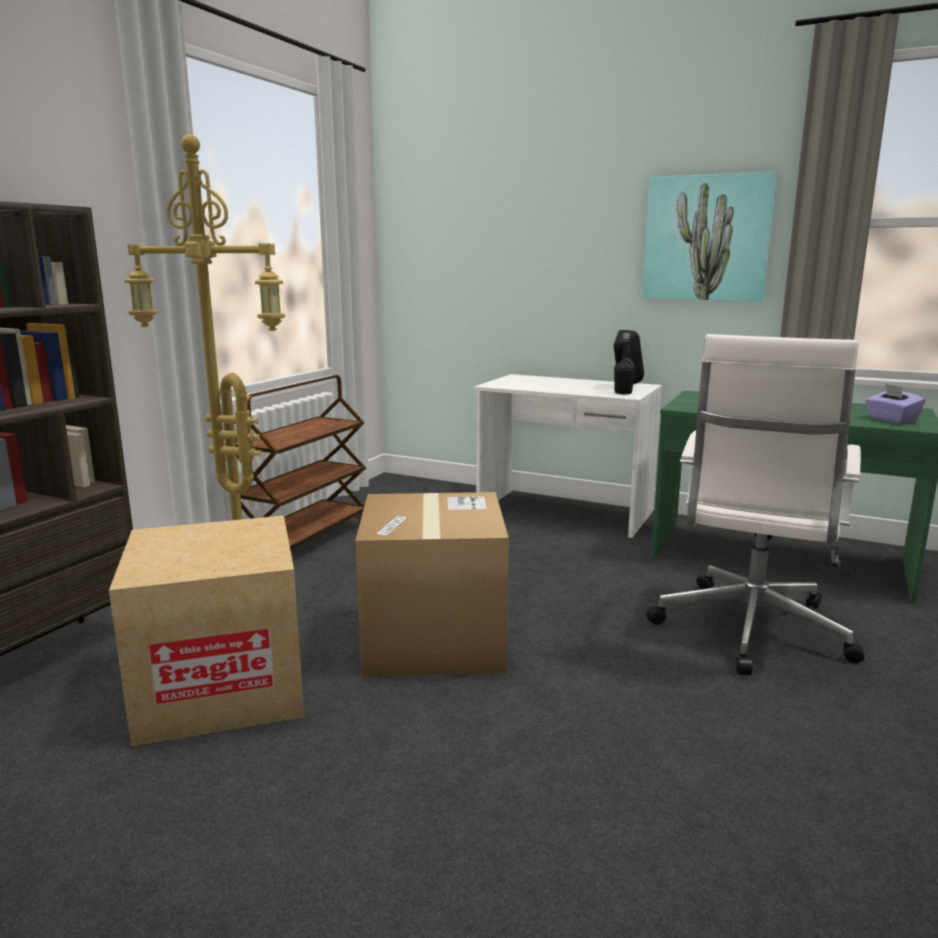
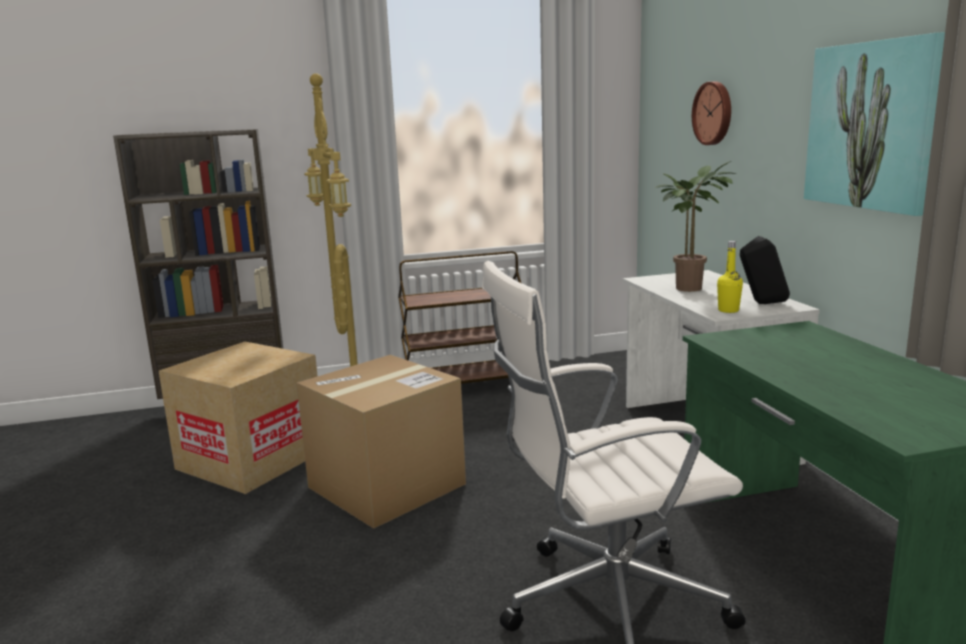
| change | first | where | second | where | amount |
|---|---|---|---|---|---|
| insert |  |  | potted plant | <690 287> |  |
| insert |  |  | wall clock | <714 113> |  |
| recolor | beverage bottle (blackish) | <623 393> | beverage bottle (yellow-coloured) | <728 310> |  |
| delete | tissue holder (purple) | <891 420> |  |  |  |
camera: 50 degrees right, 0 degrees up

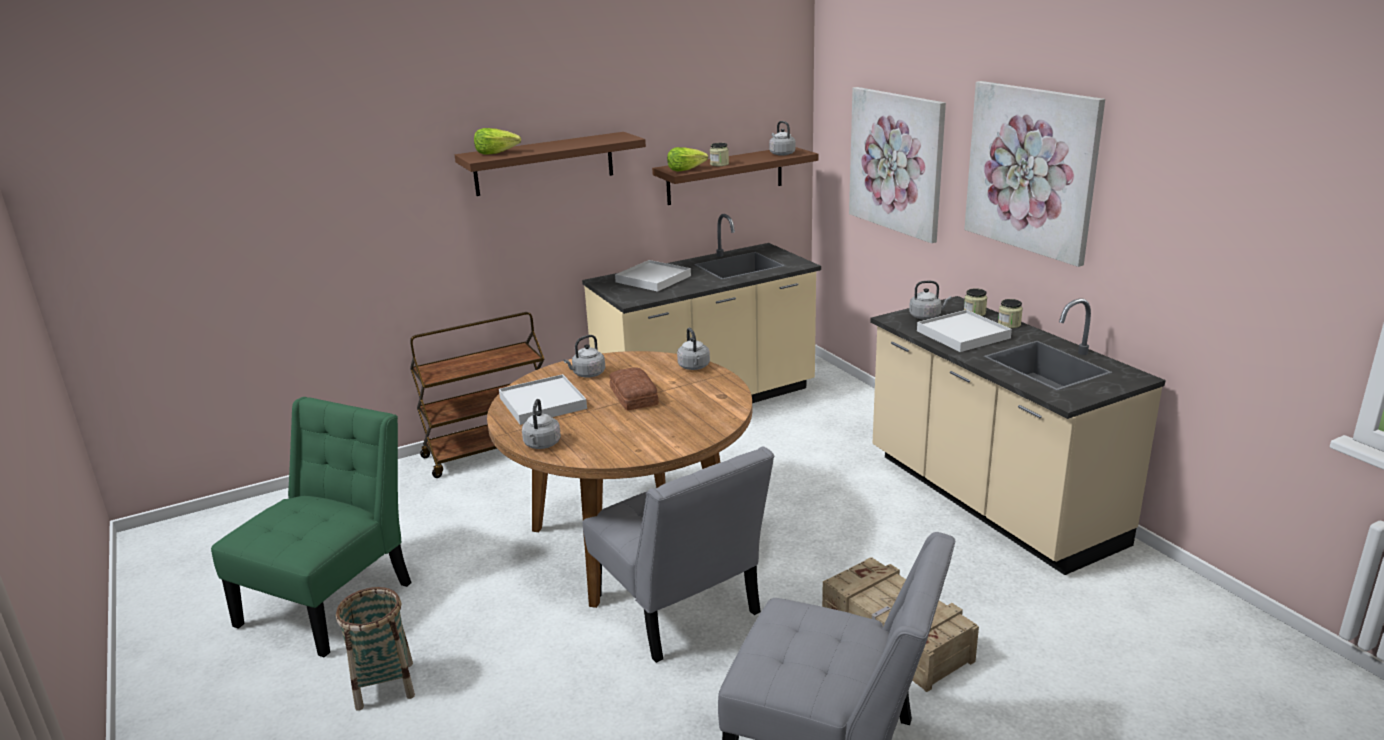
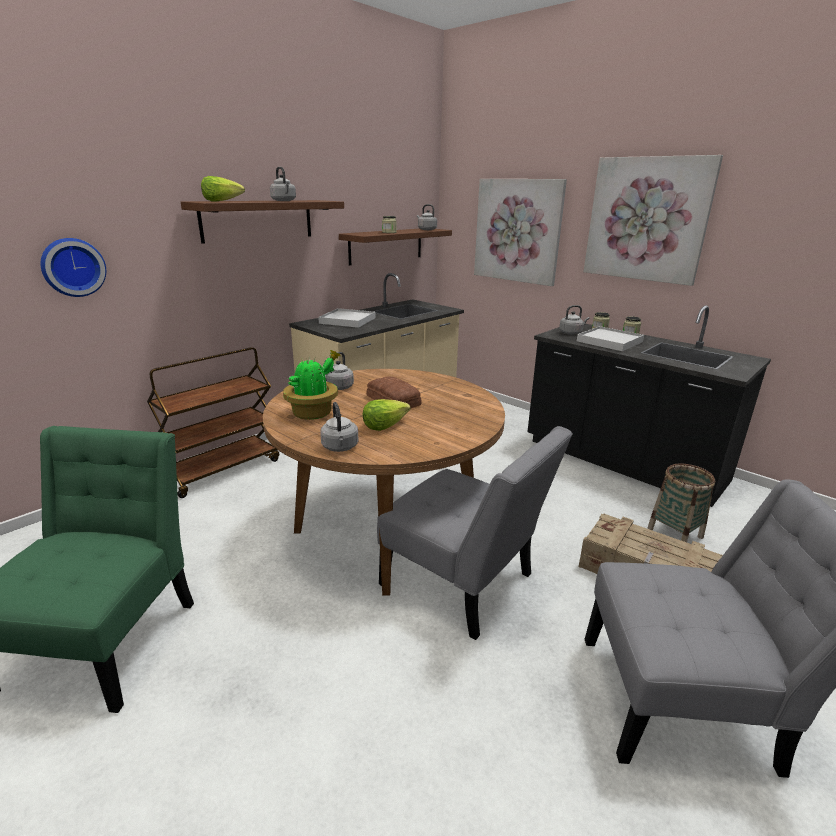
| change | first | where | second | where | amount |
|---|---|---|---|---|---|
| insert |  |  | wall clock | <72 267> |  |
| move | kettle (grey) | <694 367> |  | <284 201> |  |
| replace | tray (white-coloured) | <543 403> | potted plant | <314 413> |  |
| move | lettuce head | <685 170> |  | <384 425> |  |
| recolor | kitchen base unit (beige) | <989 501> | kitchen base unit (blackish) | <622 462> |  |
| move | household basket | <384 685> |  | <674 534> |  |
camera: 20 degrees left, 0 degrees up

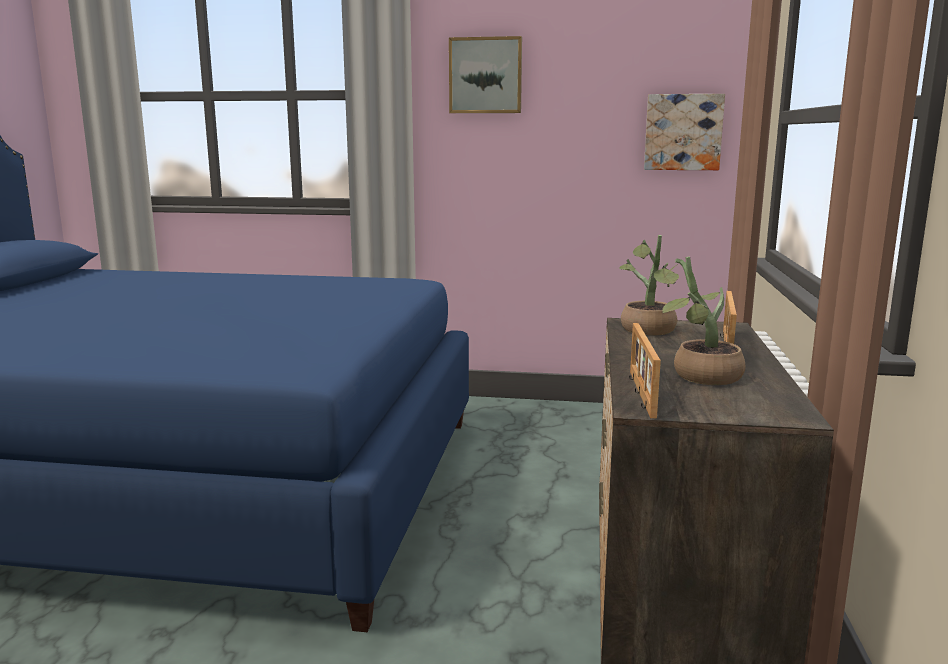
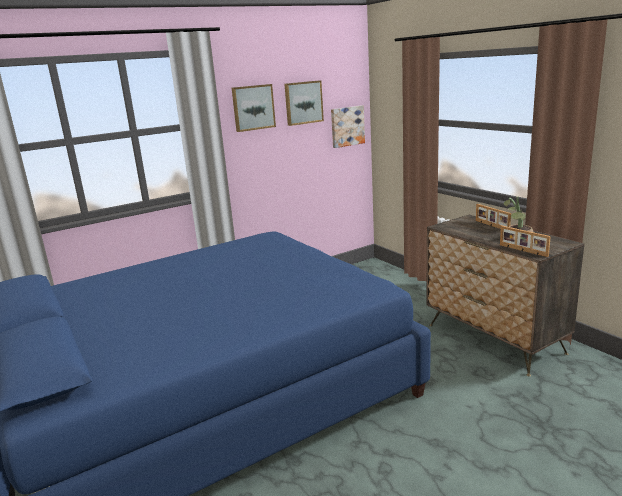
| change | first | where | second | where | amount |
|---|---|---|---|---|---|
| insert |  |  | wall picture | <303 102> |  |
| delete | potted plant | <648 331> |  |  |  |
camera: 40 degrees left, 5 degrees up

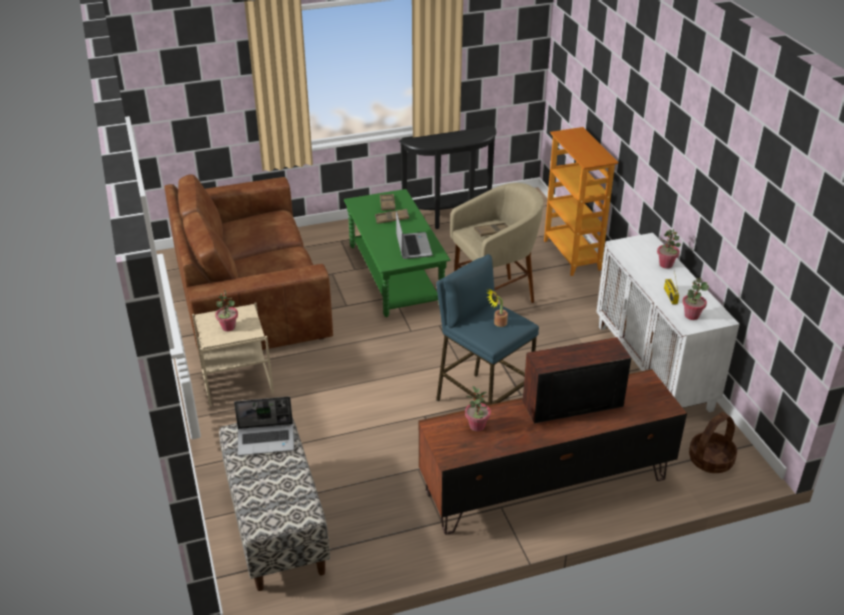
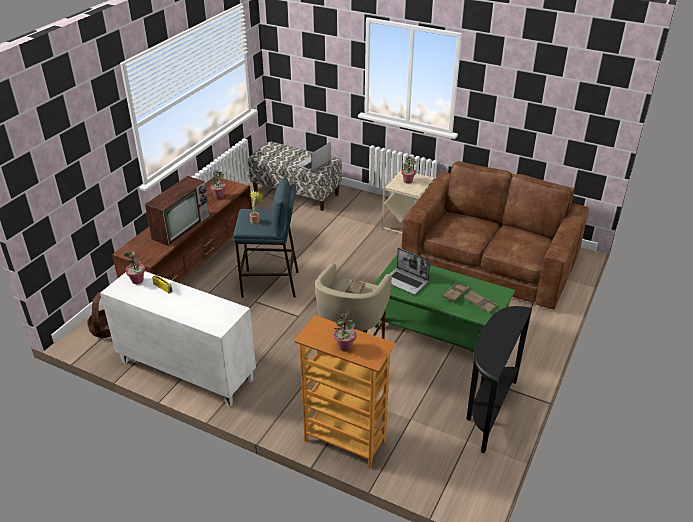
| change | first | where | second | where | amount |
|---|---|---|---|---|---|
| move | potted plant | <666 265> |  | <344 347> |  |
camera: 135 degrees right, 0 degrees up

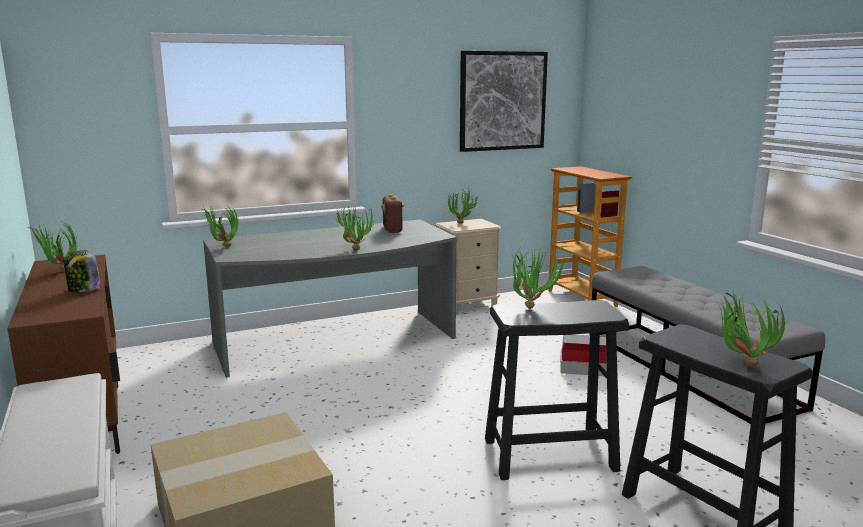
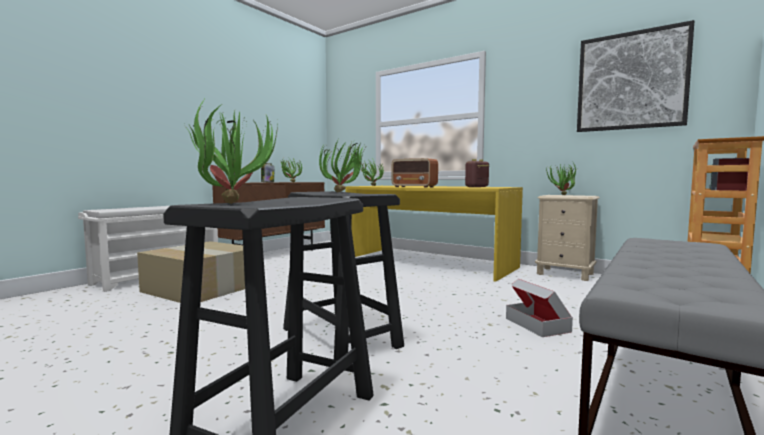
| change | first | where | second | where | amount |
|---|---|---|---|---|---|
| recolor | desk (grey) | <337 343> | desk (yellow-coloured) | <425 263> |  |
| replace | potted plant | <355 248> | radio set | <414 187> |  |
camera: 60 degrees right, 10 degrees down

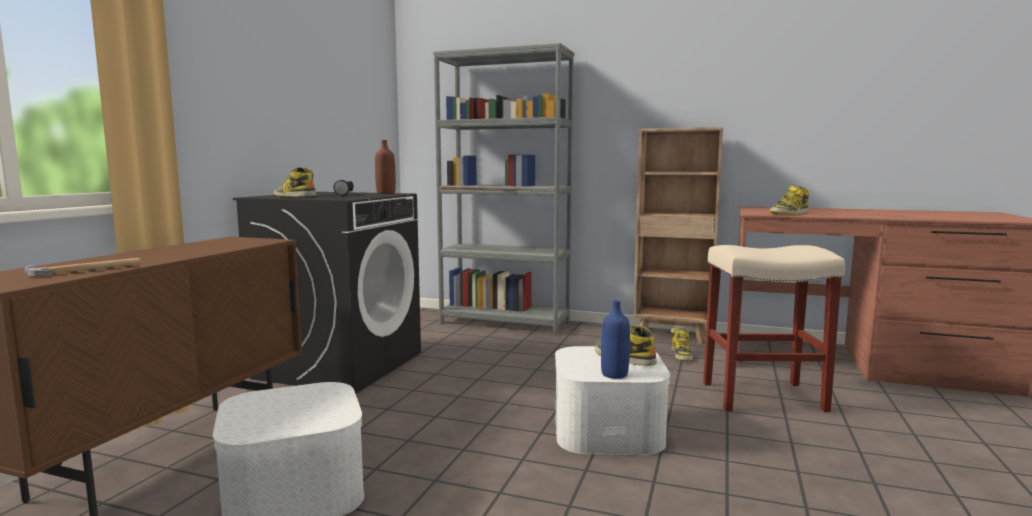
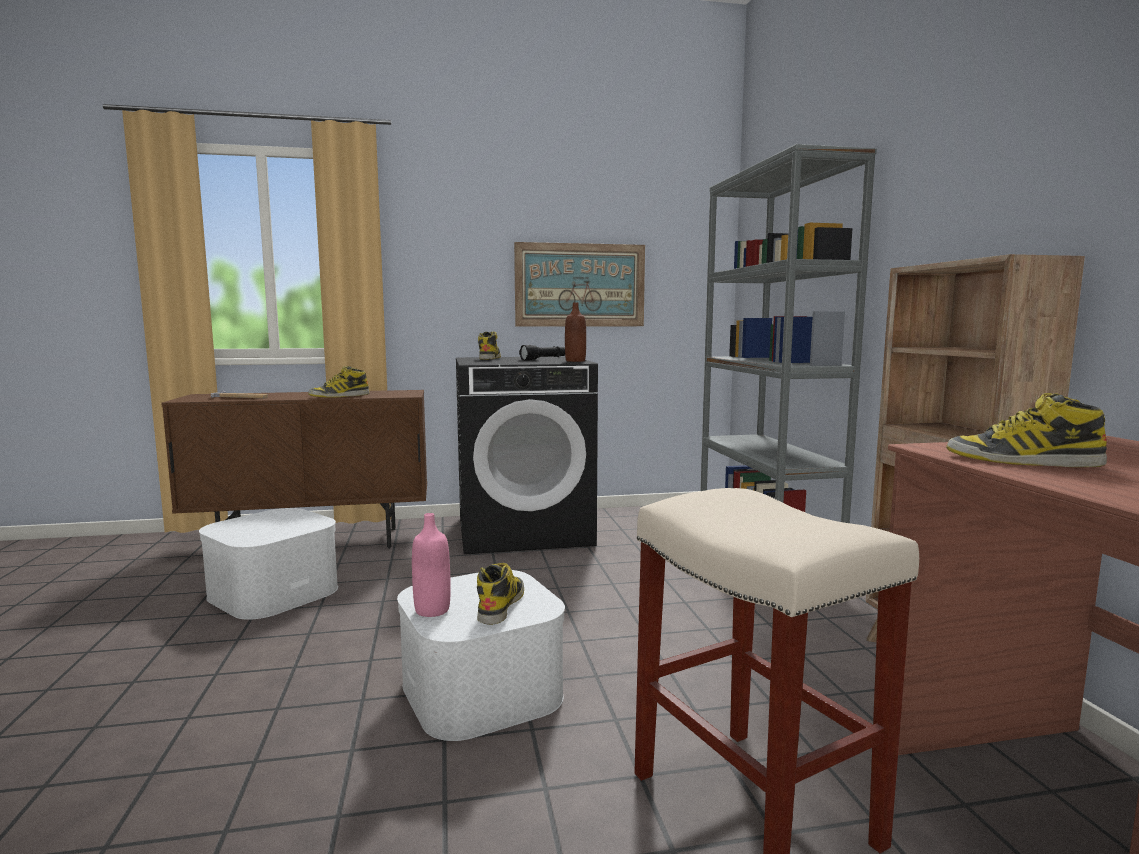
| change | first | where | second | where | amount |
|---|---|---|---|---|---|
| move | boot | <681 355> |  | <339 396> |  |
| recolor | beverage bottle (bluish) | <614 374> | beverage bottle (pinkish) | <432 610> |  |
| insert |  |  | wall picture | <580 285> |  |
camera: 60 degrees right, 0 degrees up

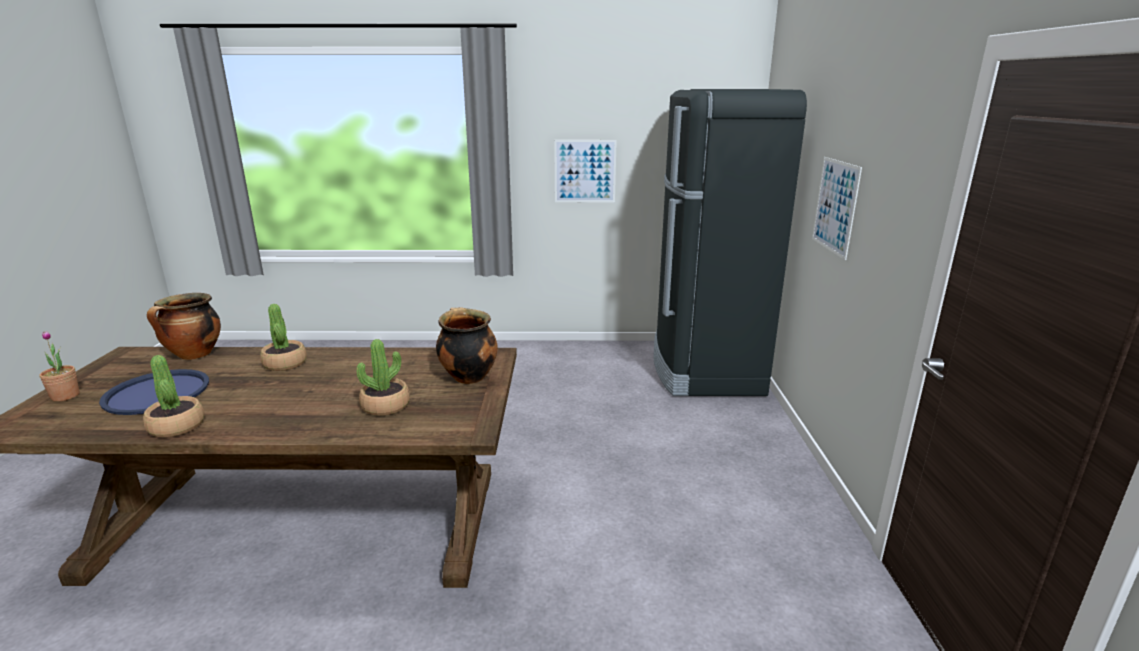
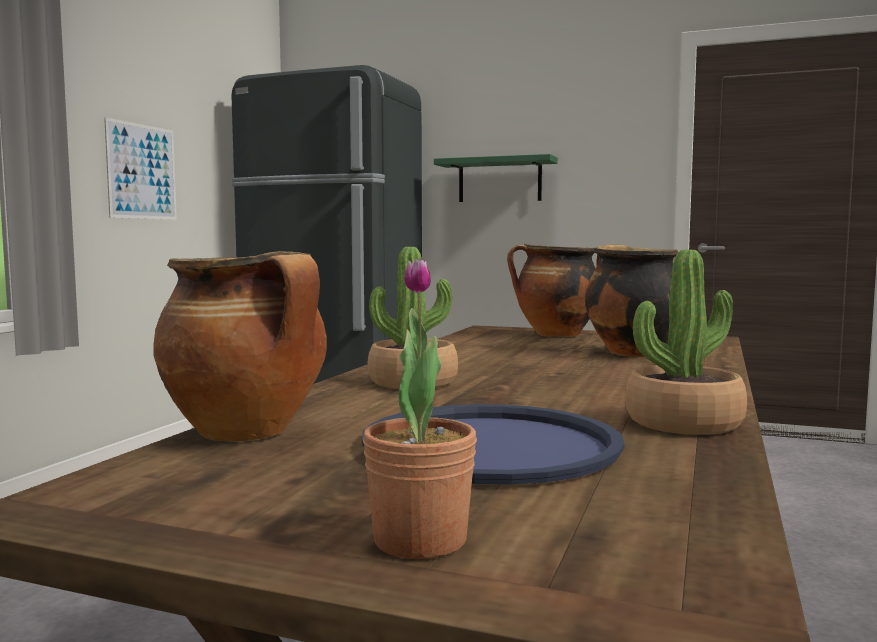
| change | first | where | second | where | amount |
|---|---|---|---|---|---|
| replace | wall picture | <835 206> | shelf (greenish) | <499 180> |  |
| replace | potted plant | <385 405> | saucepot | <630 353> |  |
camera: 70 degrees left, 15 degrees down

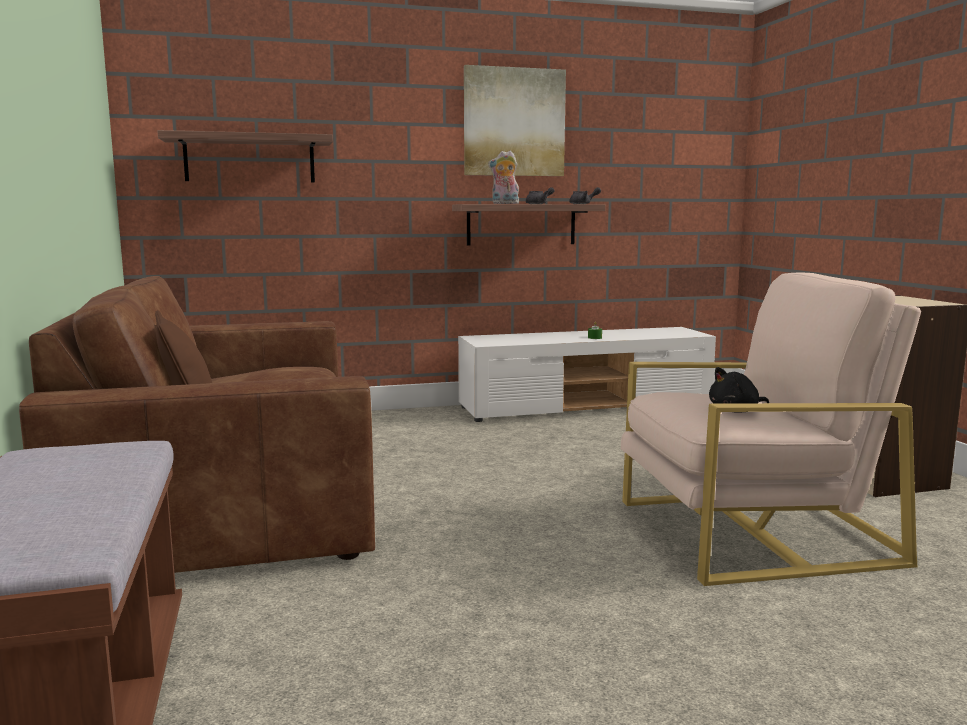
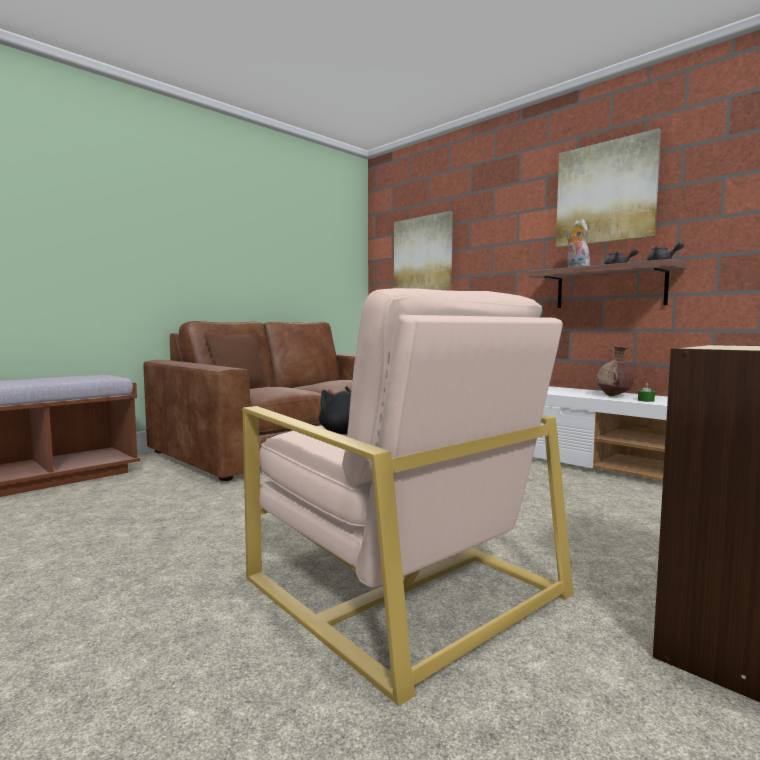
| change | first | where | second | where | amount |
|---|---|---|---|---|---|
| replace | shelf | <250 159> | wall picture | <423 254> |  |
| insert |  |  | vase (brown) | <613 396> |  |
camera: 60 degrees right, 5 degrees down

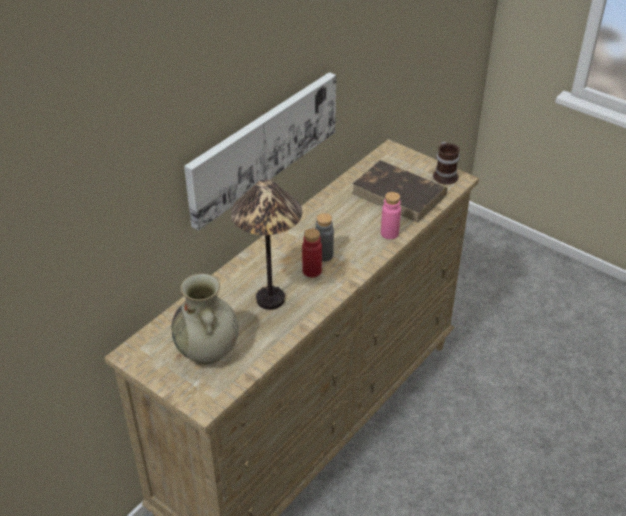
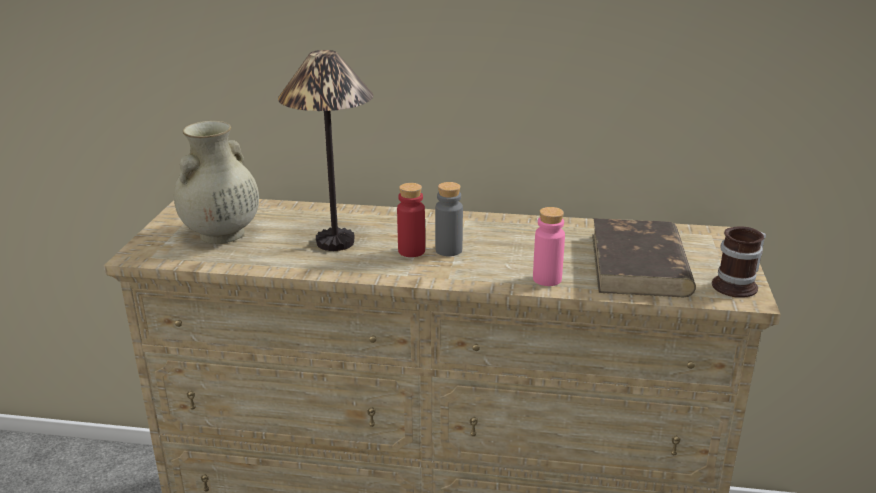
| change | first | where | second | where | amount |
|---|---|---|---|---|---|
| delete | wall picture | <263 145> |  |  |  |
camera: 60 degrees right, 15 degrees down

